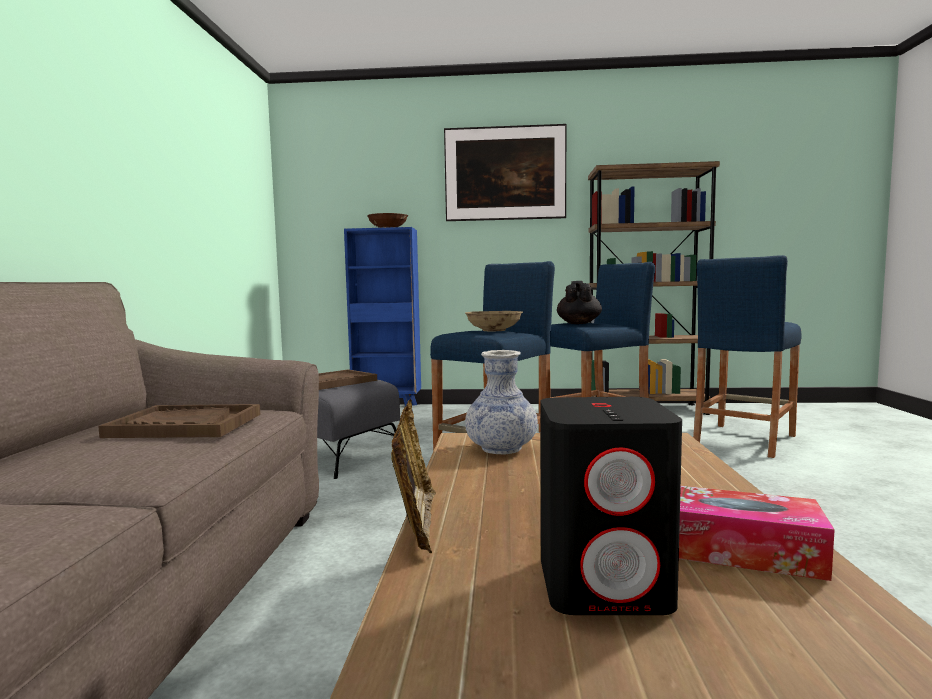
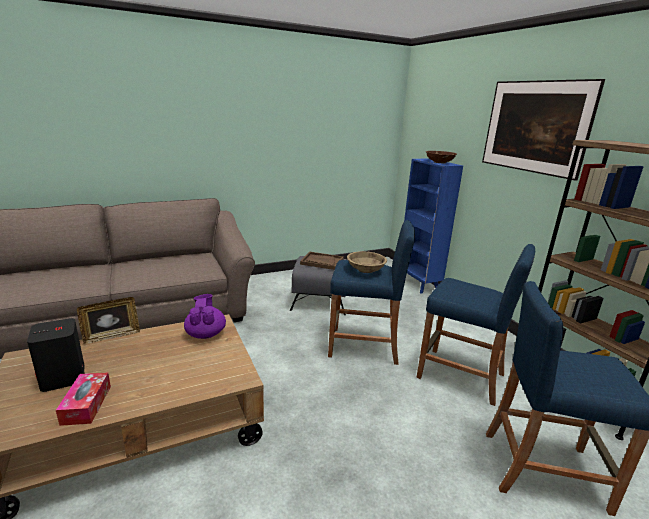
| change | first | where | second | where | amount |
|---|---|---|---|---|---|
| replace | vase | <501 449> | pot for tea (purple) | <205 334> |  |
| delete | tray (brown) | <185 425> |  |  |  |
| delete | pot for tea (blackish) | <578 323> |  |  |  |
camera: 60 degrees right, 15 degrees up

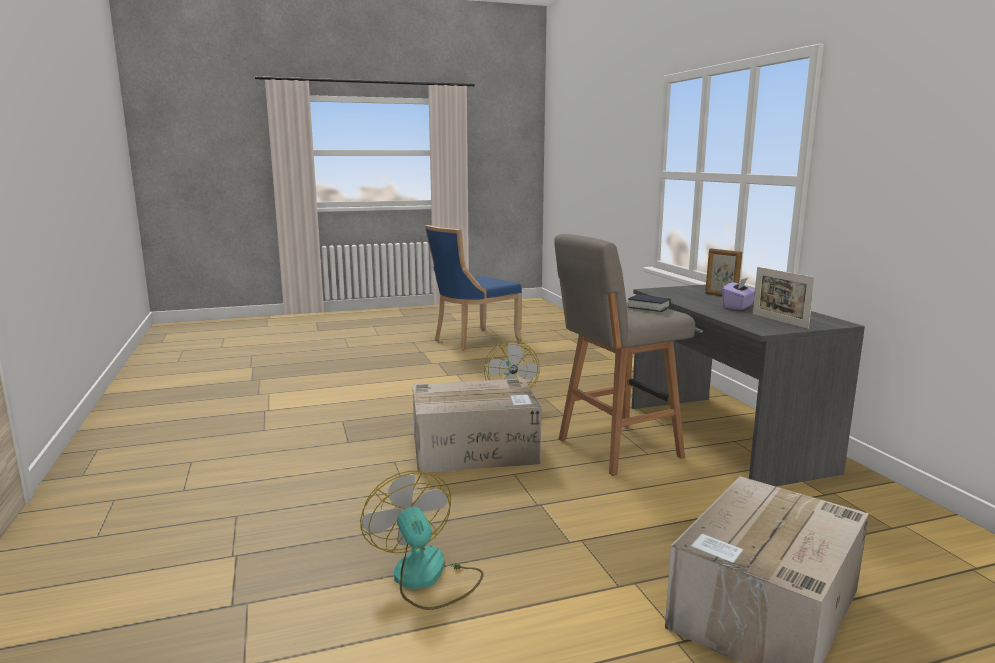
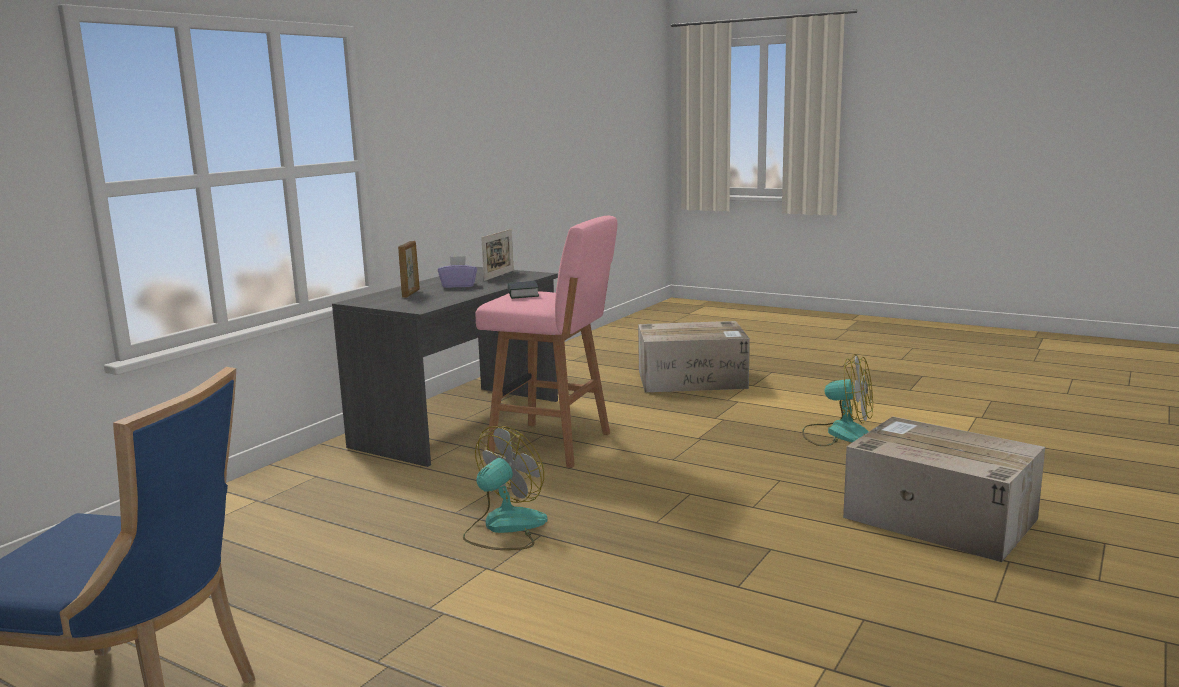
| change | first | where | second | where | amount |
|---|---|---|---|---|---|
| recolor | stool (grey) | <615 449> | stool (pinkish) | <554 445> |  |
| rotate | cooling fan | <426 578> |  | <838 434> | 90 degrees counterclockwise |
| move | carton | <476 449> |  | <937 518> |  |
camera: 130 degrees left, 0 degrees up

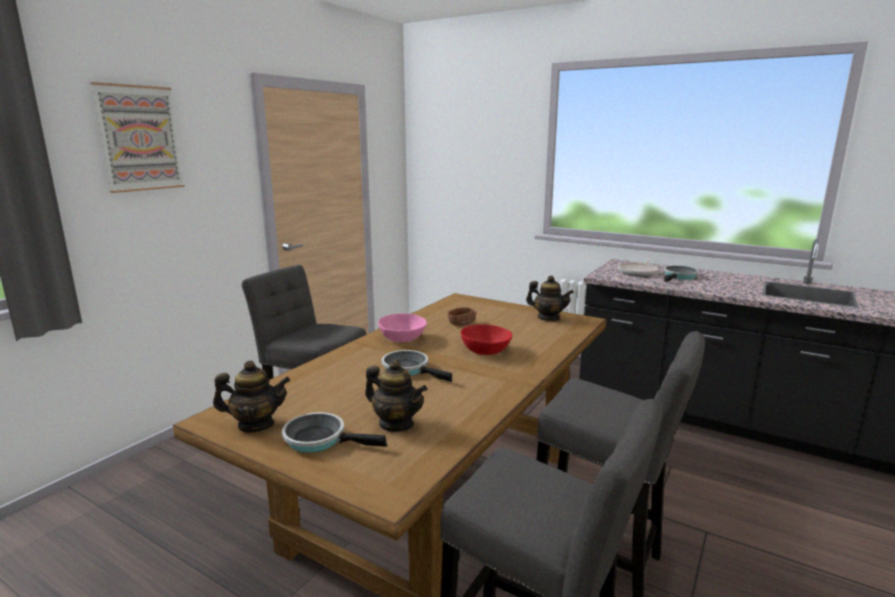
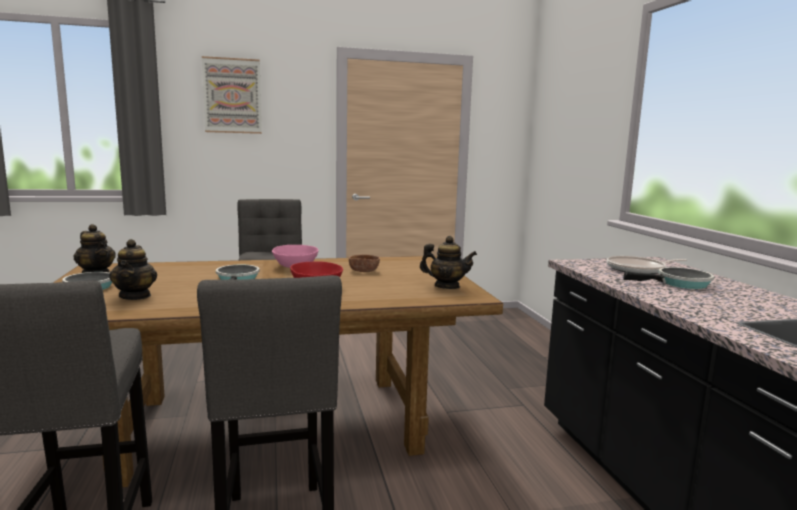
| change | first | where | second | where | amount |
|---|---|---|---|---|---|
| rotate | pot for tea | <548 318> |  | <447 286> | 60 degrees counterclockwise |
camera: 45 degrees right, 5 degrees down

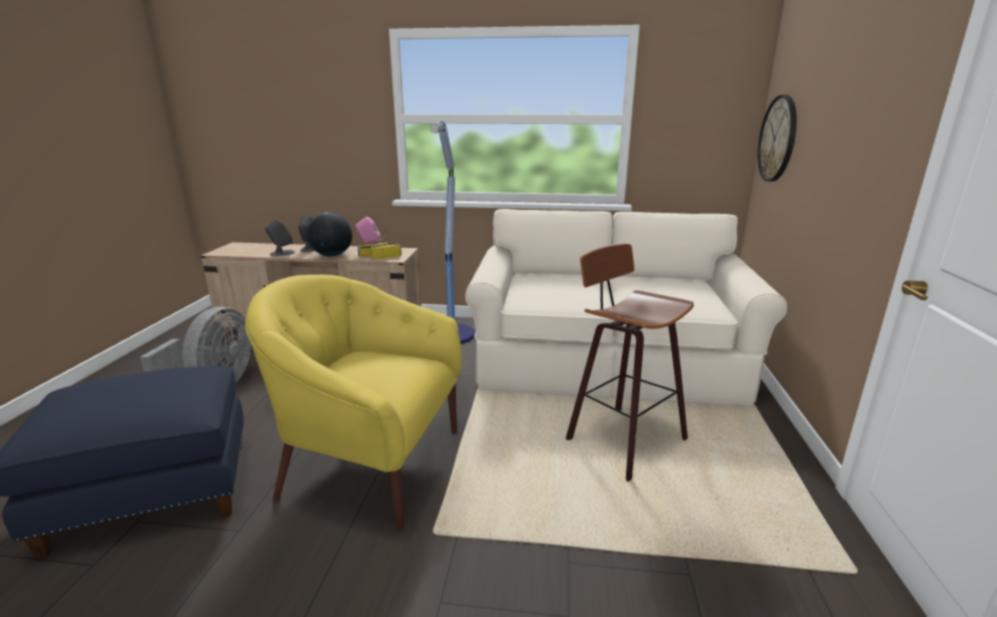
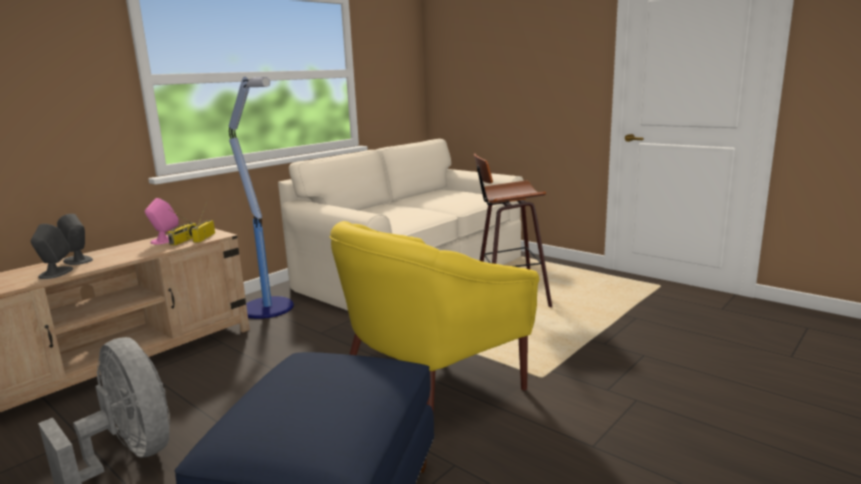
| change | first | where | second | where | amount |
|---|---|---|---|---|---|
| delete | desk globe | <332 255> |  |  |  |
| delete | wall clock | <778 139> |  |  |  |
camera: 55 degrees left, 5 degrees down

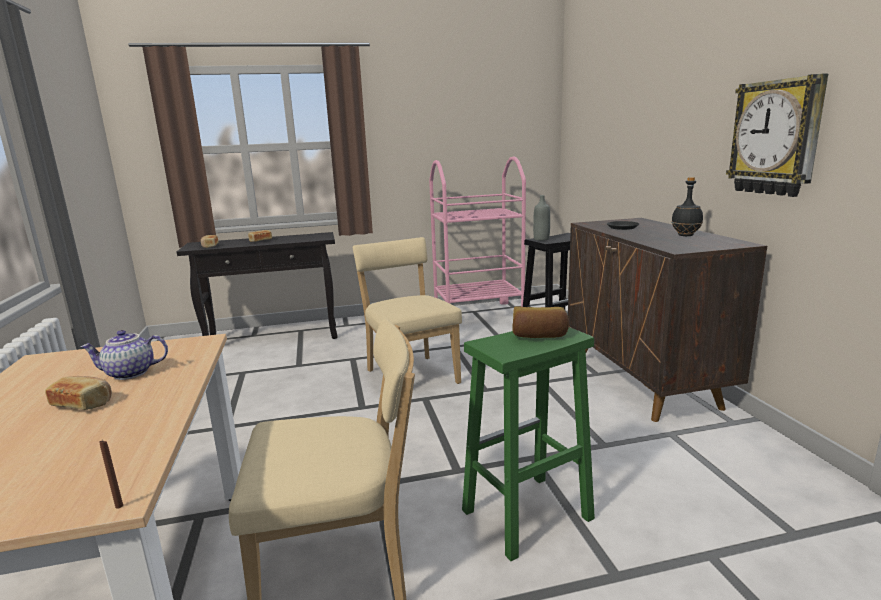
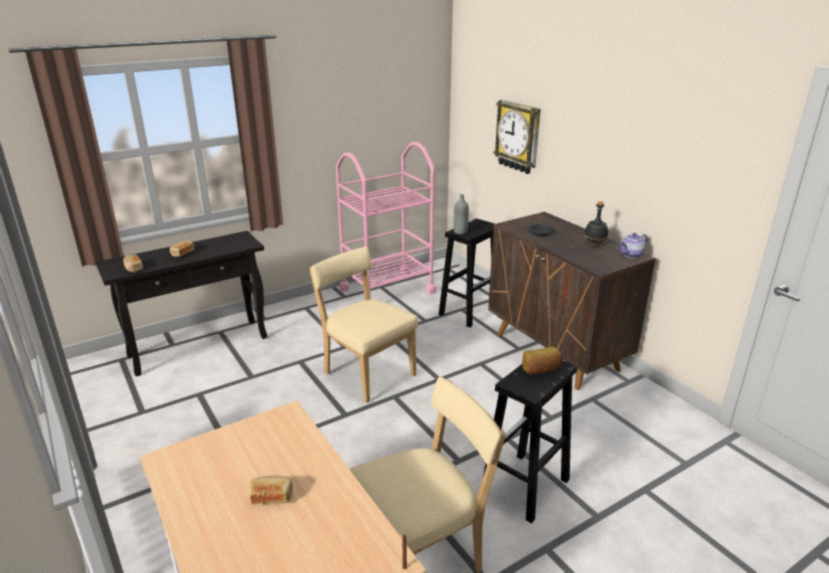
| change | first | where | second | where | amount |
|---|---|---|---|---|---|
| recolor | stool (greenish) | <525 516> | stool (blackish) | <524 487> |  |
| move | wall clock | <776 138> |  | <518 136> |  |
| move | pot for tea | <129 374> |  | <631 255> |  |
camera: 20 degrees left, 10 degrees up

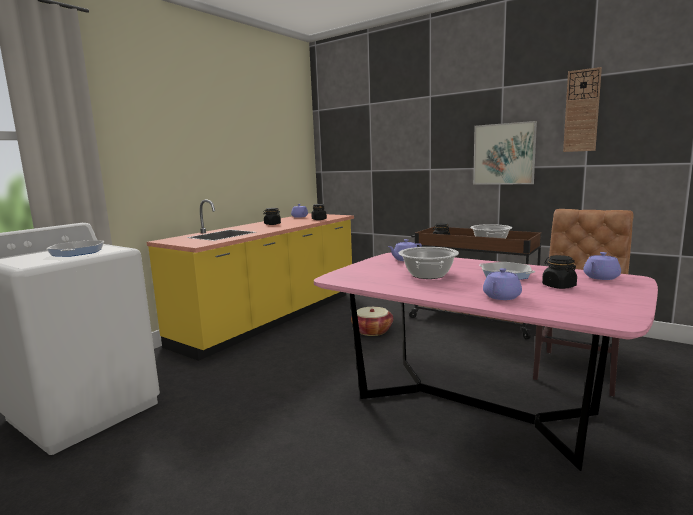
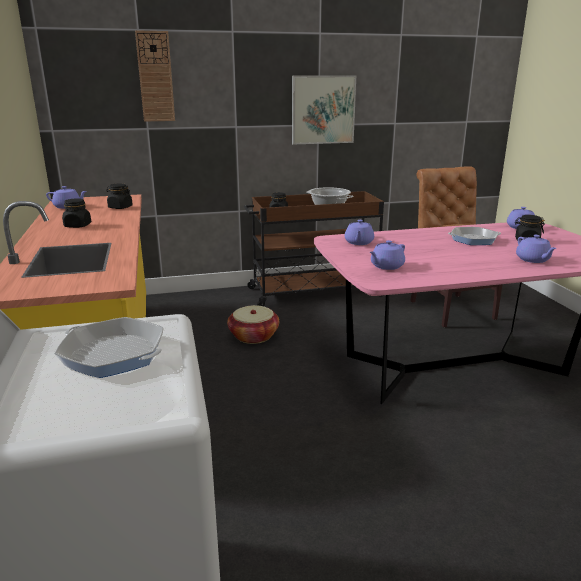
| change | first | where | second | where | amount |
|---|---|---|---|---|---|
| move | wall clock | <582 111> |  | <155 77> |  |
| insert |  |  | pot for tea (purple) | <386 266> |  |
| delete | saucepot | <428 275> |  |  |  |
camera: 50 degrees left, 10 degrees up

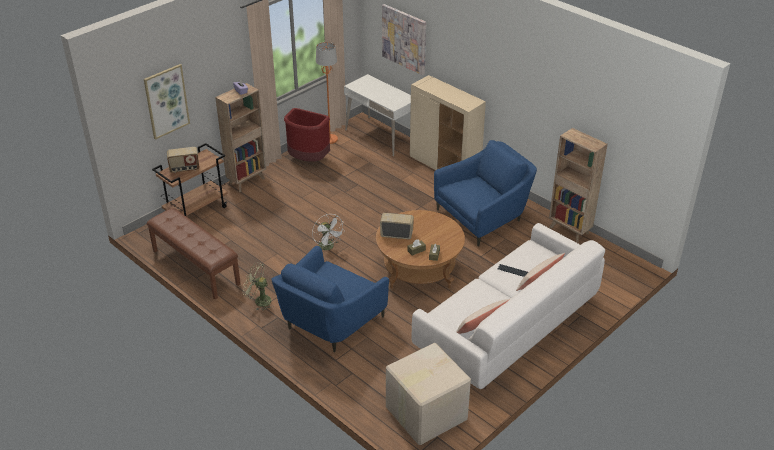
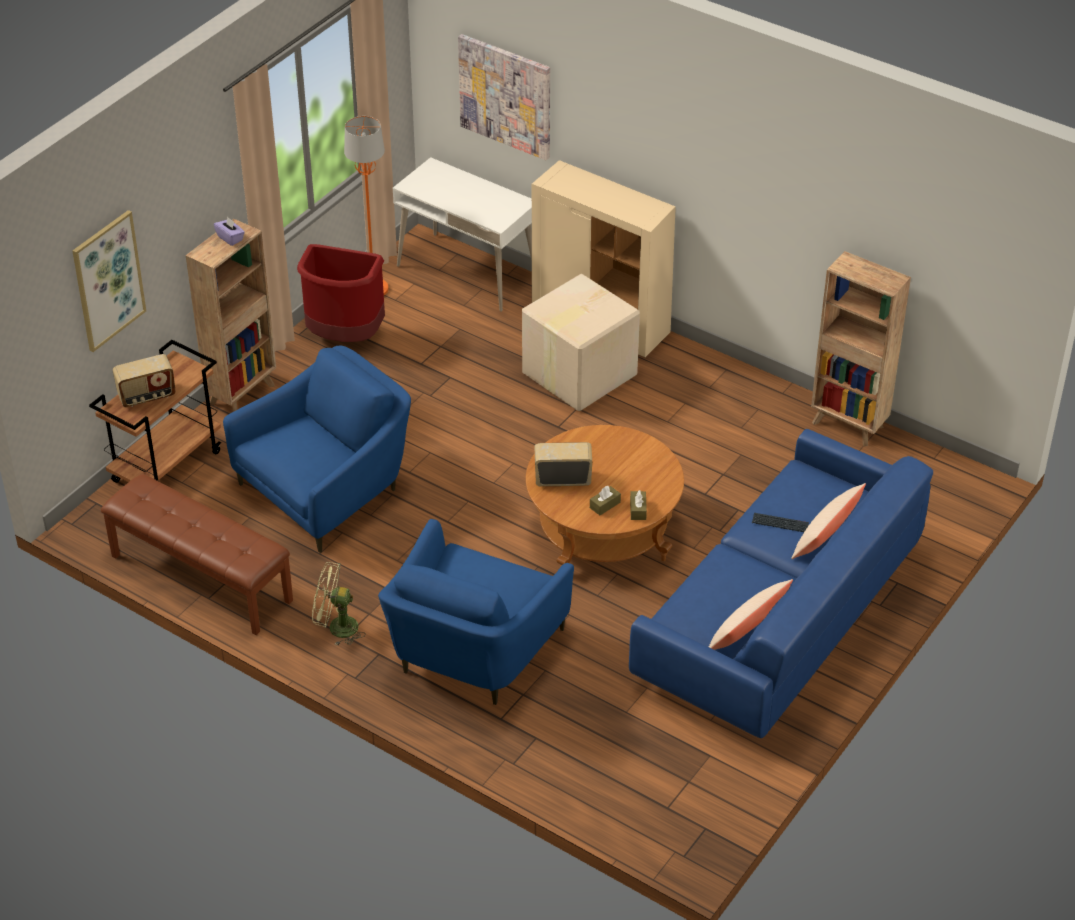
| change | first | where | second | where | amount |
|---|---|---|---|---|---|
| move | lounge chair (bluish) | <483 217> |  | <327 489> |  |
| move | carton | <425 413> |  | <577 374> |  |
| recolor | settee (white-coloured) | <508 327> | settee (bluish) | <780 619> |  |
| delete | cooling fan (white-coloured) | <328 247> |  |  |  |
camera: 10 degrees left, 5 degrees up

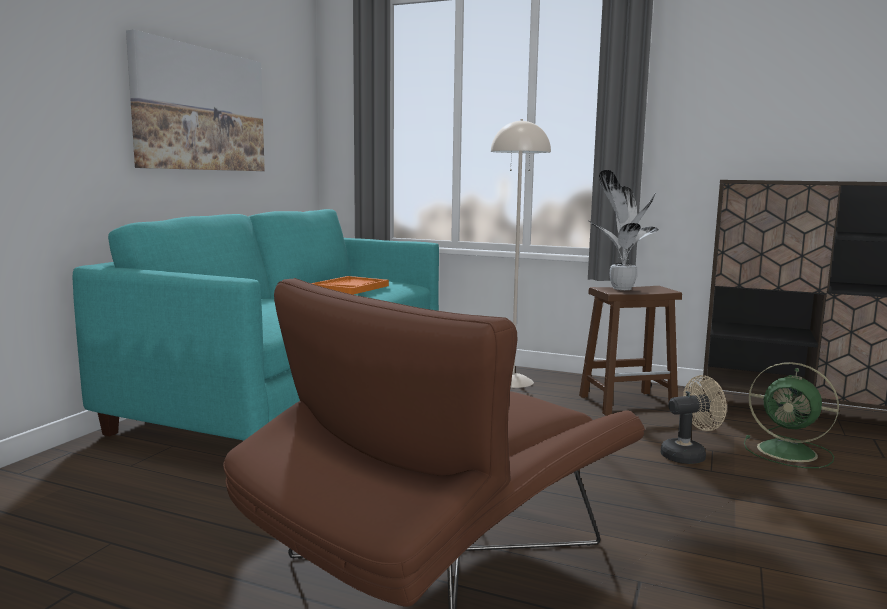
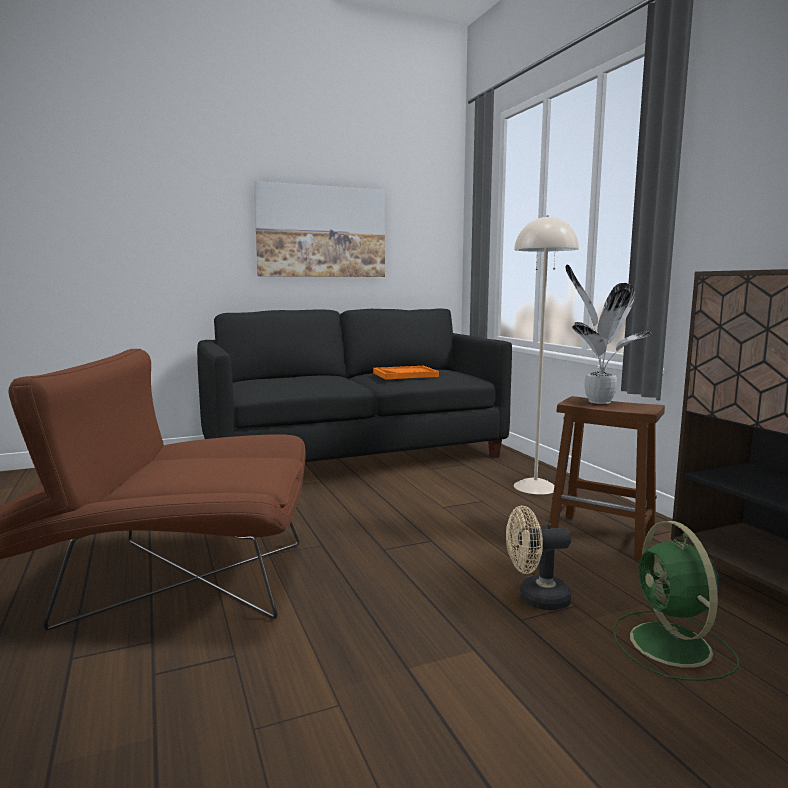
| change | first | where | second | where | amount |
|---|---|---|---|---|---|
| recolor | settee (turquoise) | <294 393> | settee (blackish) | <355 454> |  |
| rotate | cooling fan (beige) | <689 455> |  | <536 599> | 150 degrees clockwise |
camera: 45 degrees right, 0 degrees up

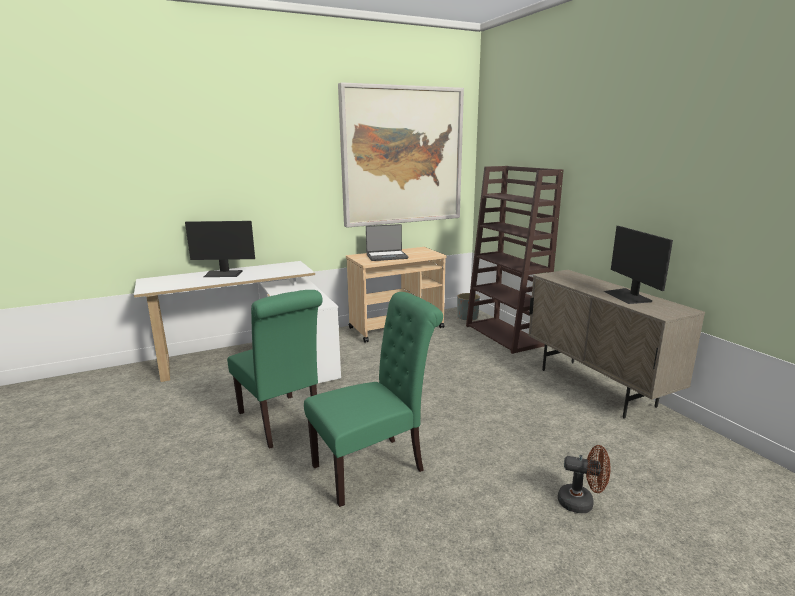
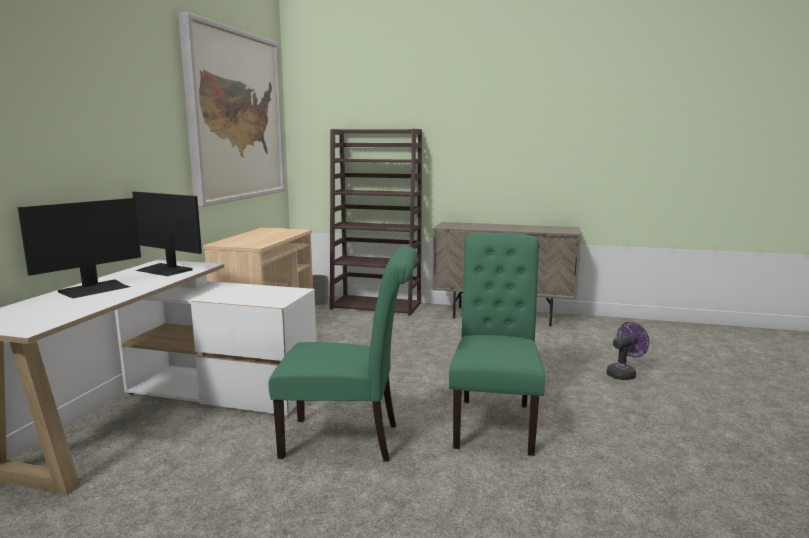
| change | first | where | second | where | amount |
|---|---|---|---|---|---|
| move | computer display | <628 296> |  | <165 270> |  |
| recolor | cooling fan (brown) | <581 503> | cooling fan (purple) | <624 374> |  |
| delete | notebook computer | <387 256> |  |  |  |
camera: 50 degrees left, 5 degrees down

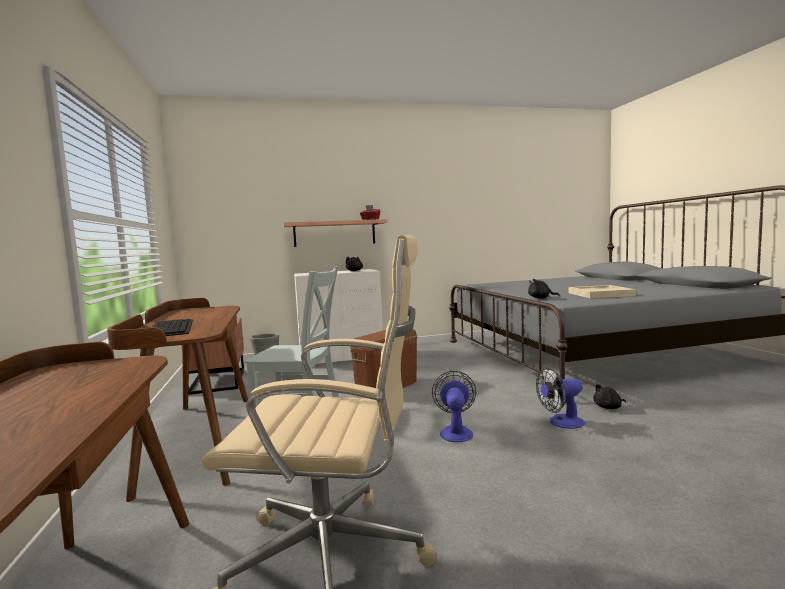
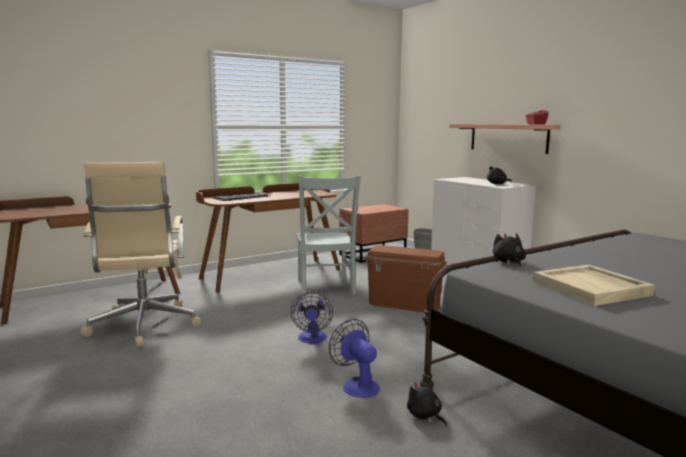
| change | first | where | second | where | amount |
|---|---|---|---|---|---|
| rotate | cooling fan | <455 431> |  | <312 339> | 105 degrees clockwise |
camera: 70 degrees right, 5 degrees up

